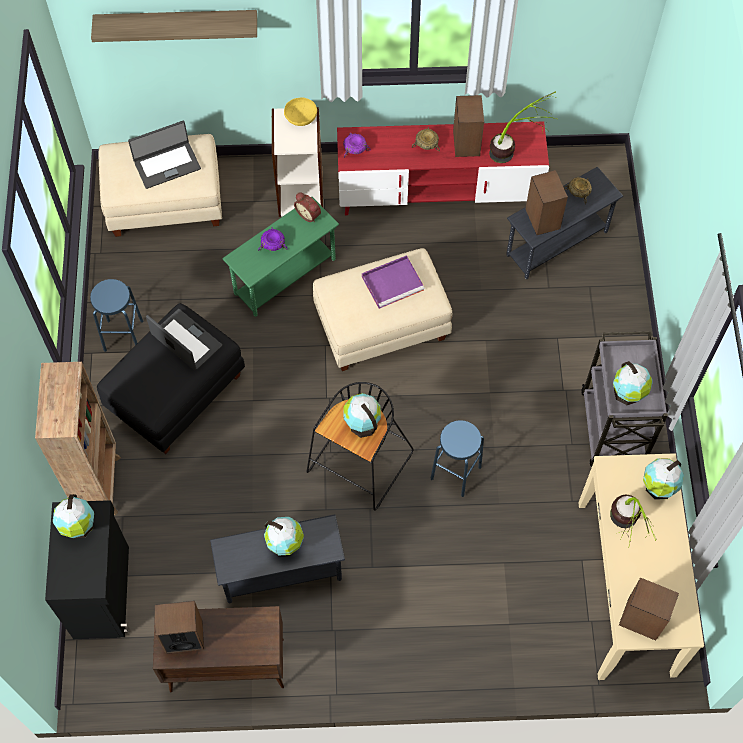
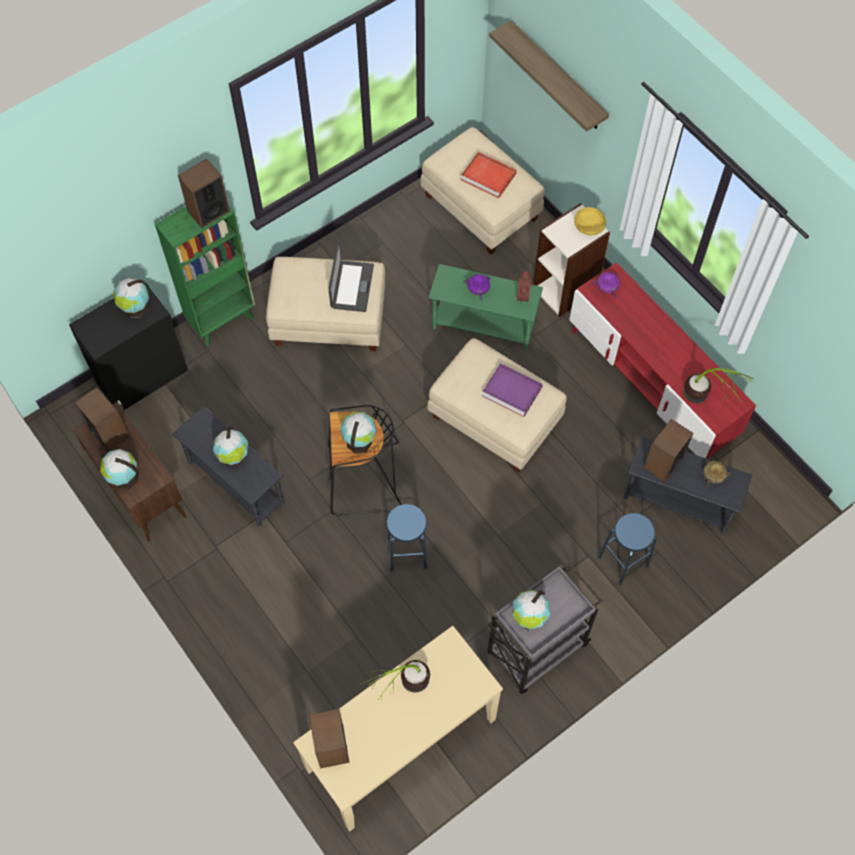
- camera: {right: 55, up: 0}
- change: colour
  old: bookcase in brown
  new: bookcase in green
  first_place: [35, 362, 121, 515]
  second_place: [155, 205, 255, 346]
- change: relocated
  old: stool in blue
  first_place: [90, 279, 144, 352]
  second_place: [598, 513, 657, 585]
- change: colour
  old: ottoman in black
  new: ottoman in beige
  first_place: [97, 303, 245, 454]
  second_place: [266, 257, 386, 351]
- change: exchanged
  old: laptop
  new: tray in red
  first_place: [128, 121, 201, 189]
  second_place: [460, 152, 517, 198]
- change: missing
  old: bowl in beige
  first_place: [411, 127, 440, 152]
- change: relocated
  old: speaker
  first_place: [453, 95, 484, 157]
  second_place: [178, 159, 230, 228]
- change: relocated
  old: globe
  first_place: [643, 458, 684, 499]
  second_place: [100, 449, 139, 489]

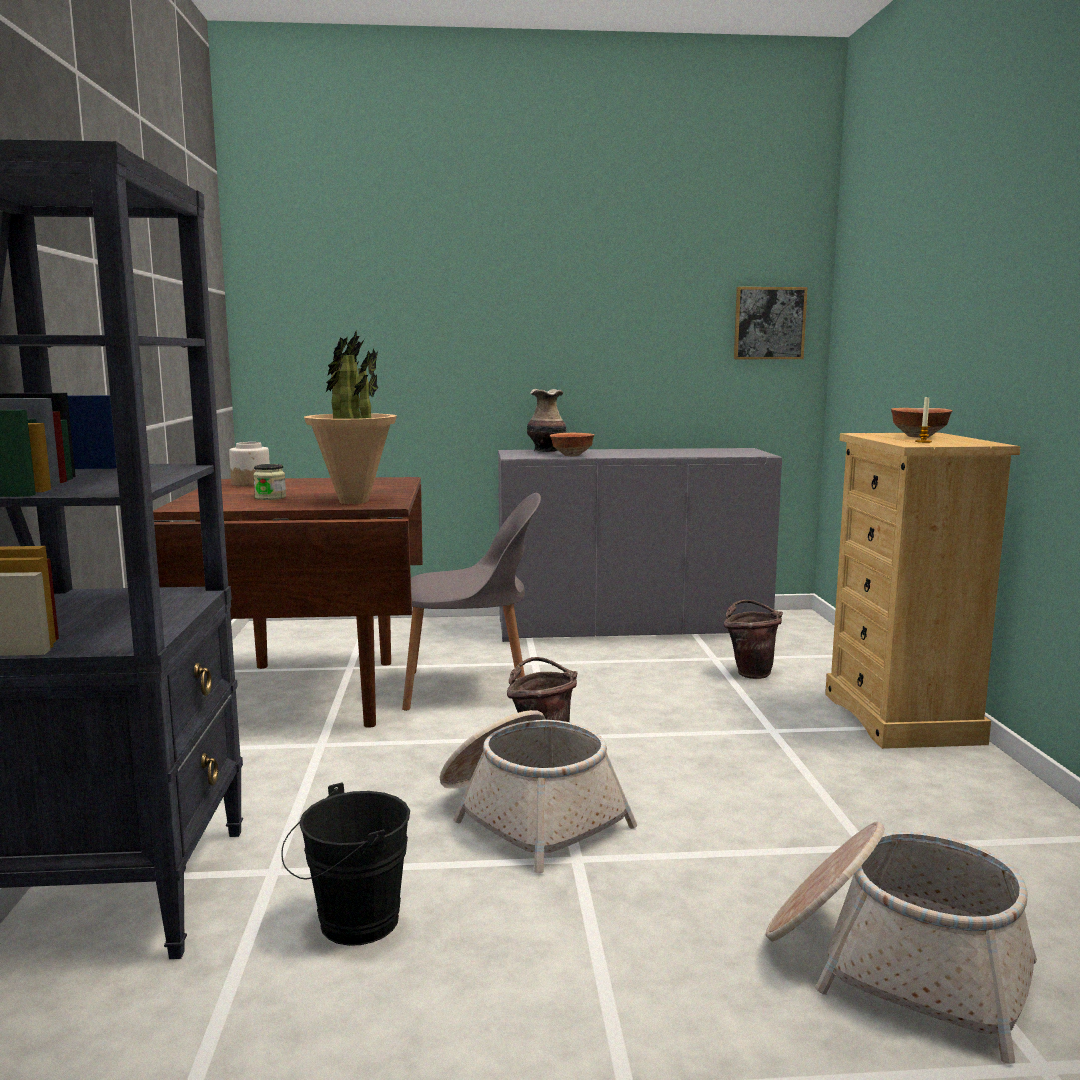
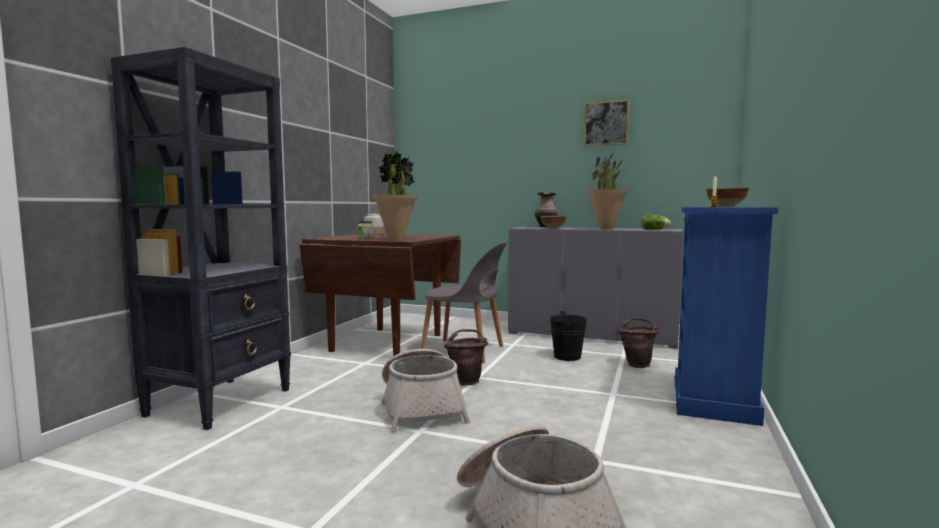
- camera: {right: 25, up: -5}
- change: relocated
  old: bucket in black
  first_place: [281, 782, 410, 946]
  second_place: [543, 311, 587, 361]
- change: relocated
  old: picture
  first_place: [734, 287, 808, 359]
  second_place: [584, 100, 629, 146]
- change: colour
  old: dresser in beige
  new: dresser in blue
  first_place: [825, 433, 1021, 749]
  second_place: [674, 207, 778, 426]
- change: appeared
  new: potted plant
  second_place: [586, 152, 629, 229]
- change: appeared
  new: lettuce
  second_place: [642, 215, 671, 230]

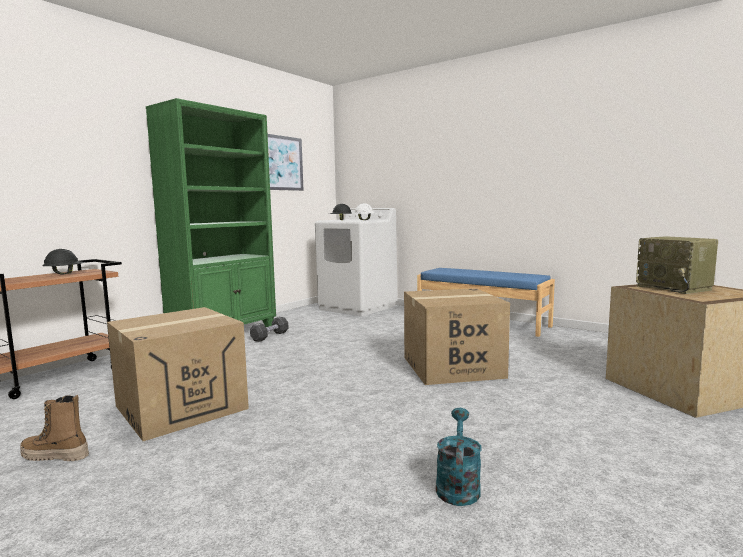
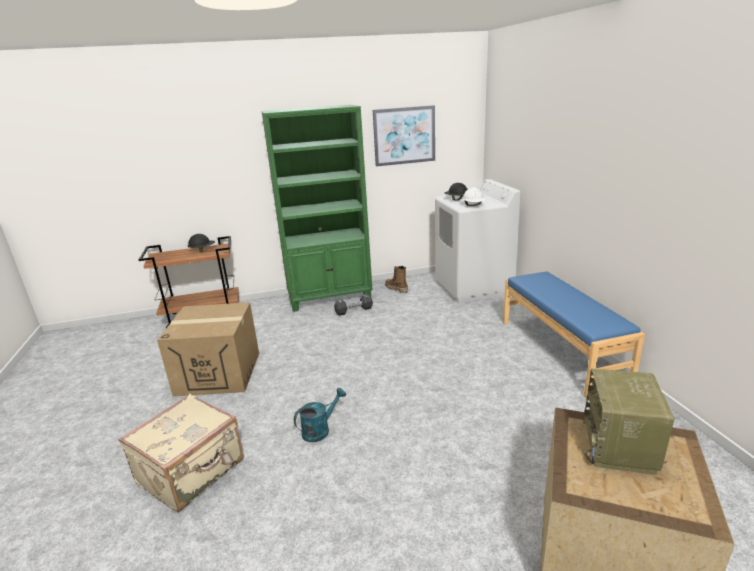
- camera: {right: 40, up: 15}
- change: relocated
  old: boot
  first_place: [20, 395, 89, 461]
  second_place: [385, 266, 408, 293]
- change: missing
  old: cardboard box
  first_place: [404, 288, 510, 385]
- change: relocated
  old: watering can in turquoise
  first_place: [436, 408, 482, 506]
  second_place: [294, 388, 346, 442]
- change: appeared
  new: suitcase in beige
  second_place: [118, 394, 244, 512]

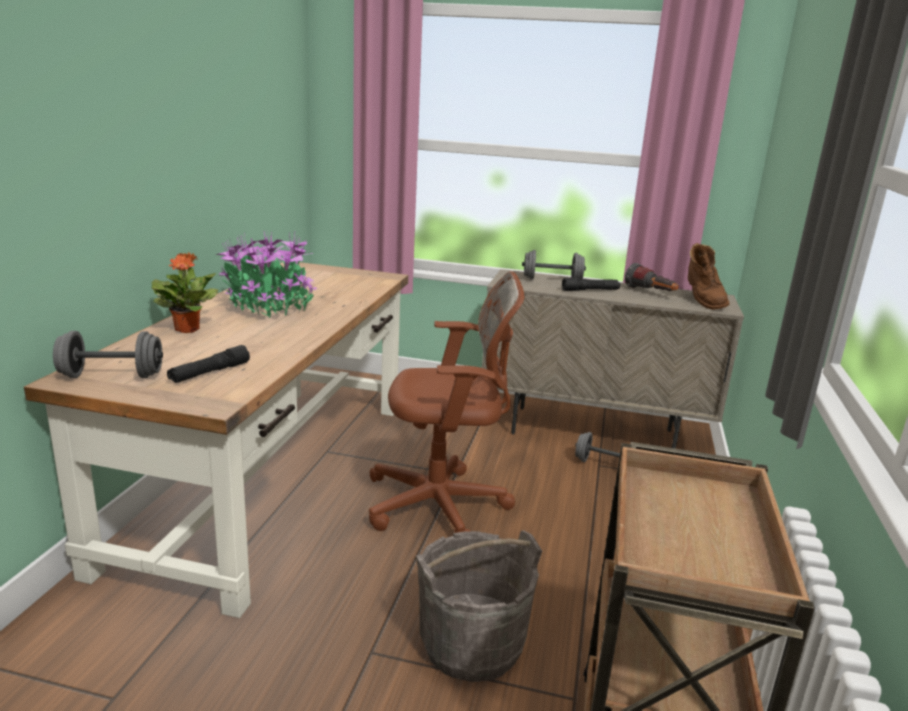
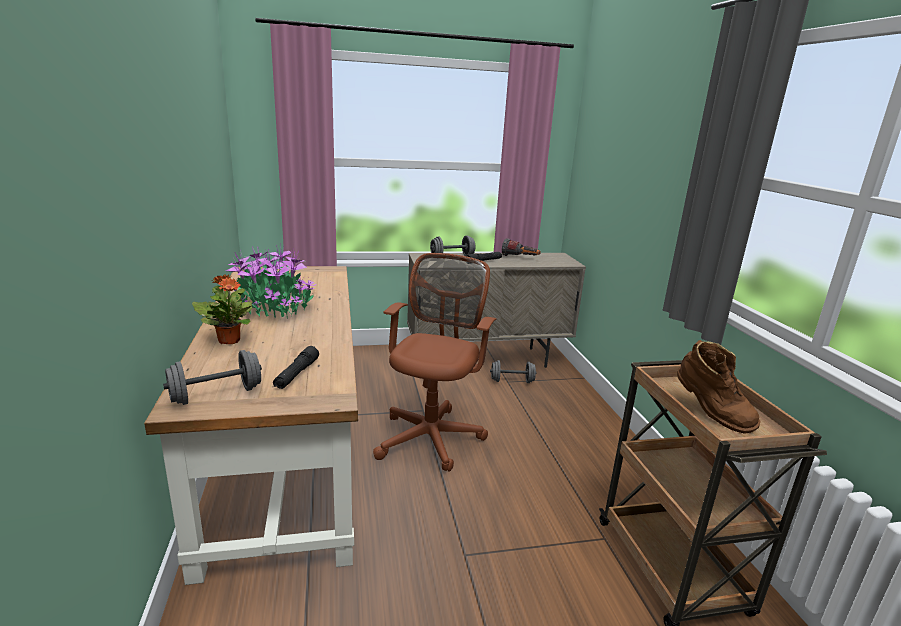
- camera: {right: -25, up: 0}
- change: spun
  old: office chair in brown
  first_place: [369, 271, 524, 533]
  second_place: [373, 253, 496, 472]
  degrees: -45
- change: missing
  old: bucket in grey
  first_place: [416, 531, 542, 682]
- change: relocated
  old: boot in brown
  first_place: [688, 243, 730, 310]
  second_place: [677, 340, 761, 434]

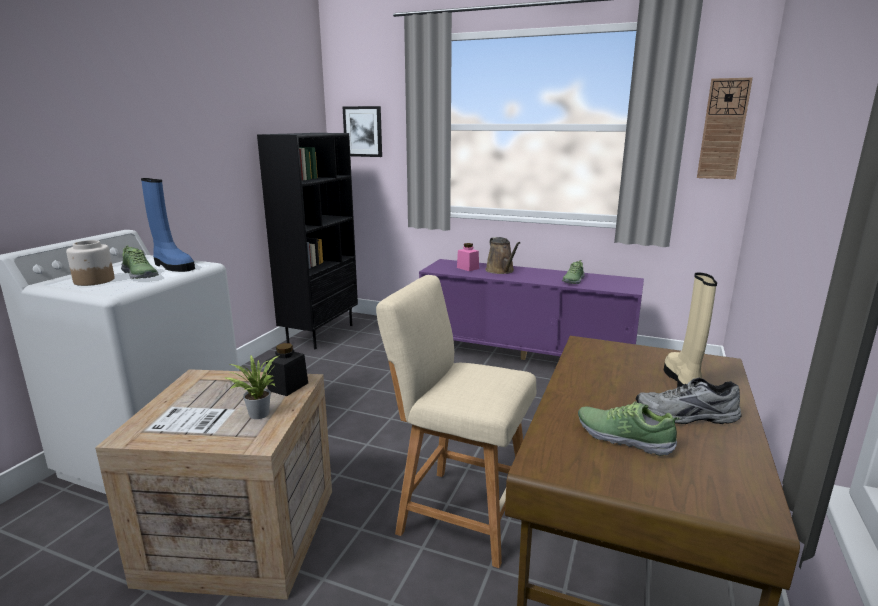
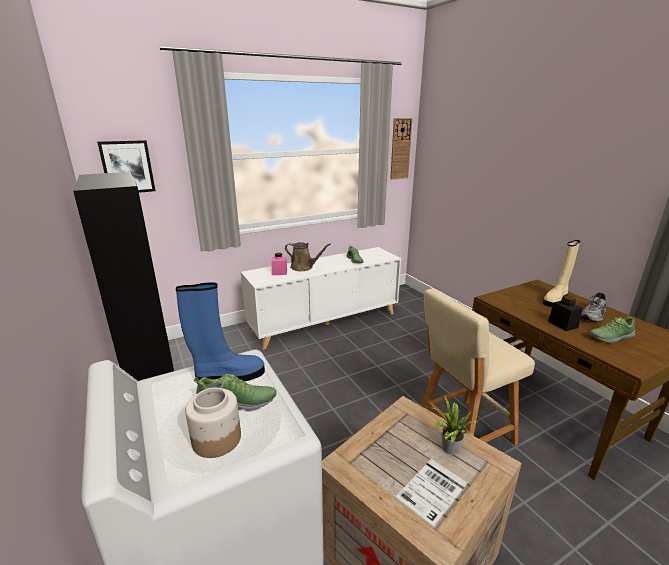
- camera: {right: -50, up: 5}
- change: relocated
  old: jar in black
  first_place: [266, 343, 308, 396]
  second_place: [548, 296, 583, 331]
- change: colour
  old: cabinet in purple
  new: cabinet in white
  first_place: [419, 259, 644, 360]
  second_place: [241, 247, 401, 350]
- change: spun
  old: boot in beige
  first_place: [664, 273, 717, 387]
  second_place: [543, 240, 580, 307]
  degrees: -90

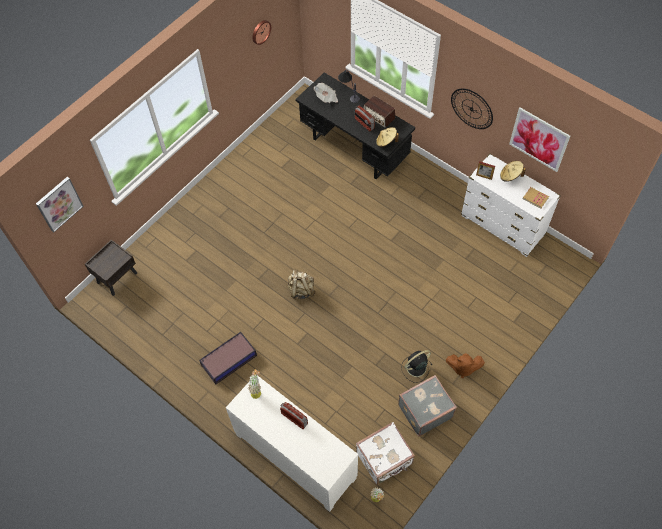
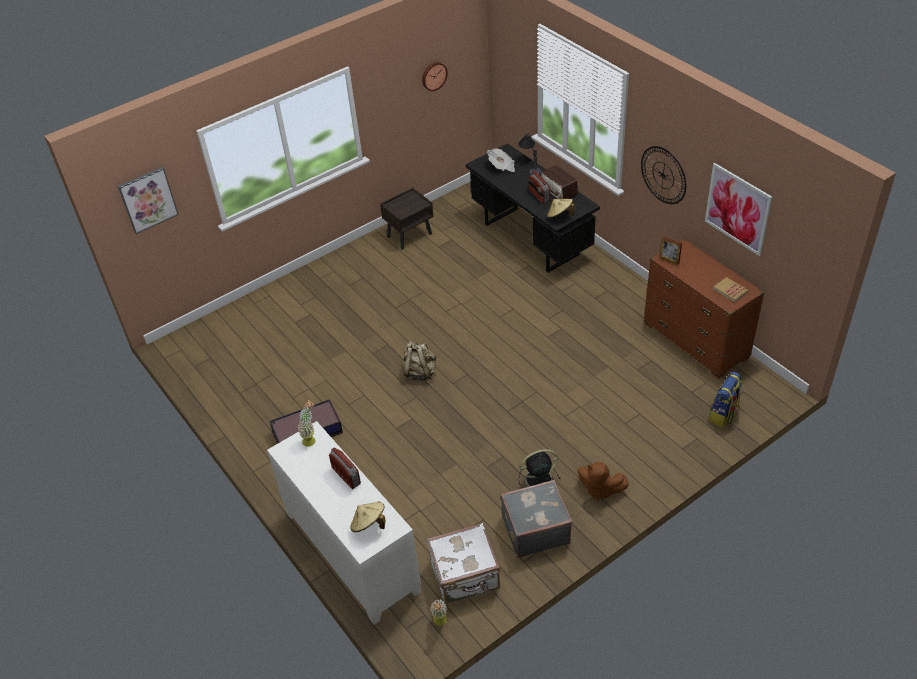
- camera: {right: 15, up: -15}
- change: relocated
  old: nightstand in brown
  first_place: [85, 239, 137, 296]
  second_place: [380, 188, 434, 250]
- change: colour
  old: dresser in white
  new: dresser in brown
  first_place: [461, 154, 561, 257]
  second_place: [644, 238, 765, 379]
- change: relocated
  old: hat in beige
  first_place: [500, 161, 526, 182]
  second_place: [350, 502, 385, 532]
- change: appeared
  new: backpack
  second_place: [709, 372, 742, 428]

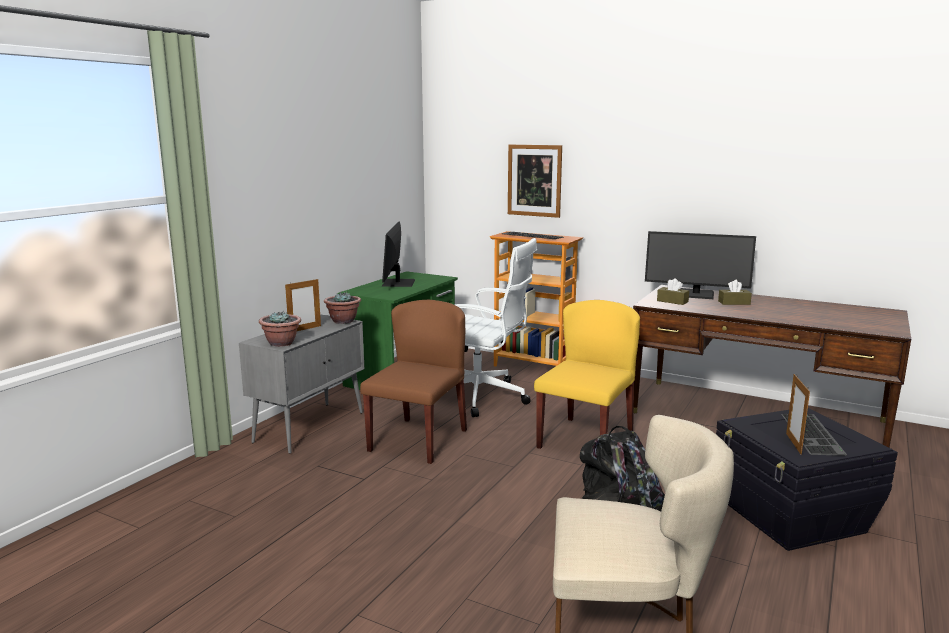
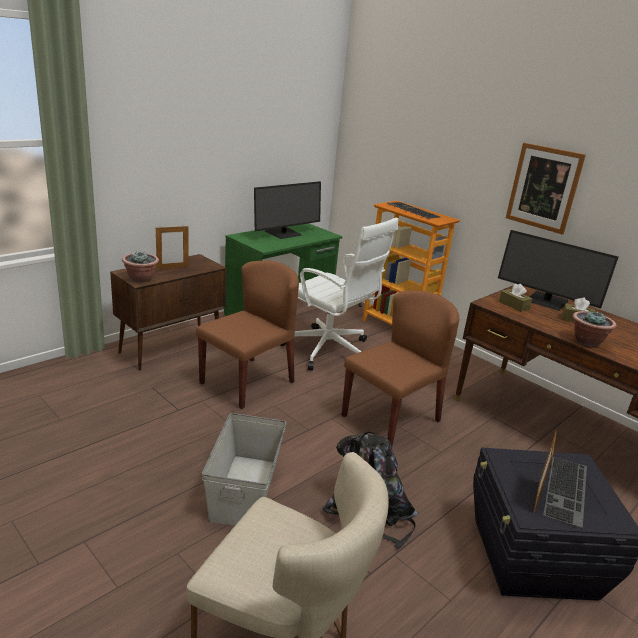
- camera: {right: 15, up: 10}
- change: colour
  old: cabinet in grey
  new: cabinet in brown
  first_place: [239, 315, 364, 454]
  second_place: [110, 254, 227, 371]
- change: relocated
  old: potted plant
  first_place: [324, 292, 361, 324]
  second_place: [573, 310, 616, 346]
- change: spun
  old: monitor
  first_place: [381, 221, 415, 287]
  second_place: [254, 181, 321, 239]
  degrees: -150
- change: relocated
  old: picture
  first_place: [508, 145, 562, 218]
  second_place: [506, 143, 586, 235]
- change: colour
  old: chair in yellow
  new: chair in brown
  first_place: [534, 300, 640, 449]
  second_place: [342, 290, 459, 446]
- change: appeared
  new: storage box in grey
  second_place: [202, 413, 287, 526]

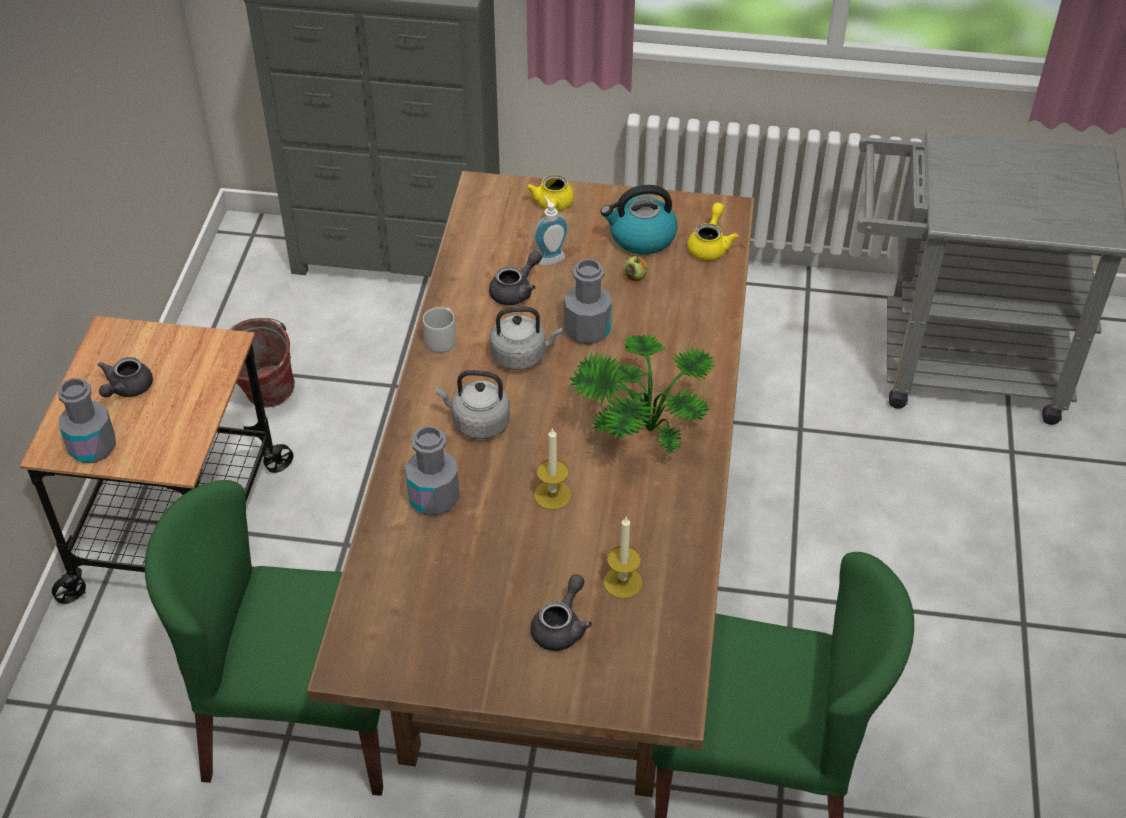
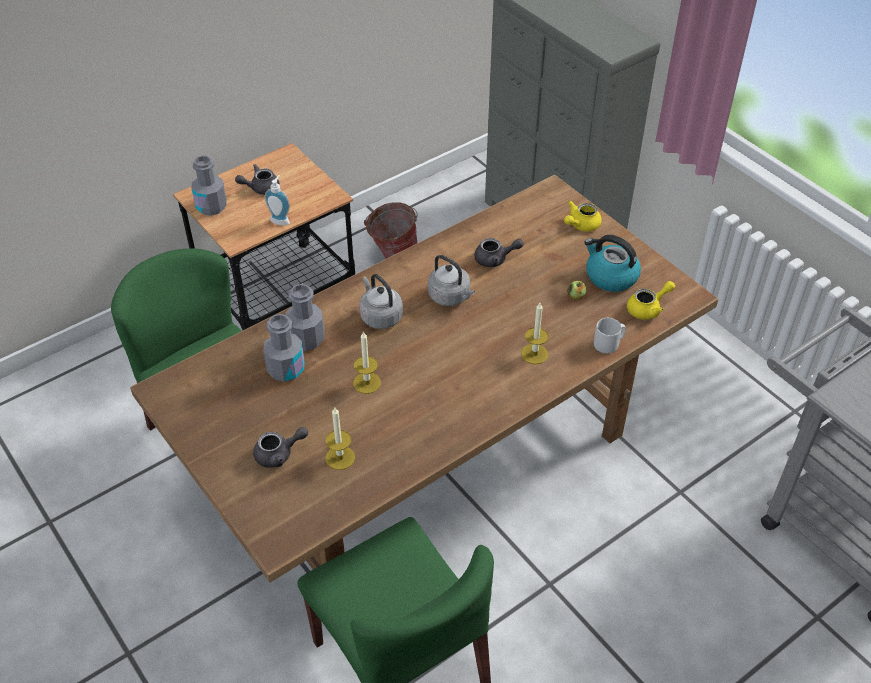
- camera: {right: 45, up: 0}
- change: relocated
  old: mug in grey
  first_place: [423, 307, 456, 353]
  second_place: [594, 318, 626, 354]
- change: relocated
  old: soap dispenser
  first_place: [534, 196, 569, 266]
  second_place: [265, 175, 290, 225]
- change: relocated
  old: bottle in grey
  first_place: [564, 259, 612, 345]
  second_place: [263, 314, 305, 382]
- change: missing
  old: potted plant
  first_place: [568, 334, 716, 454]
- change: appeared
  new: candle
  second_place: [521, 303, 549, 364]

